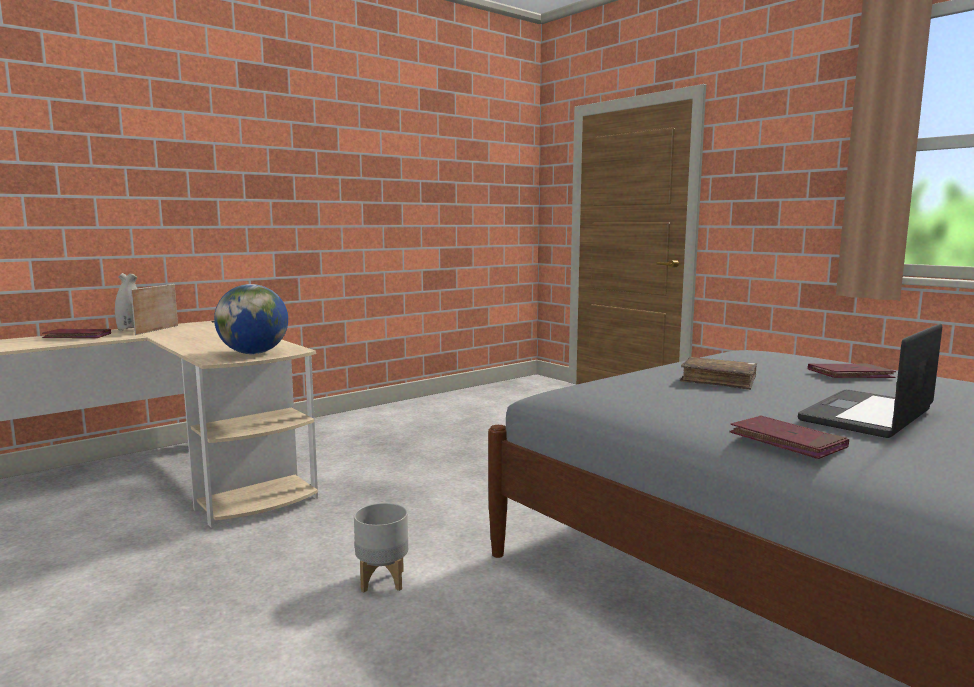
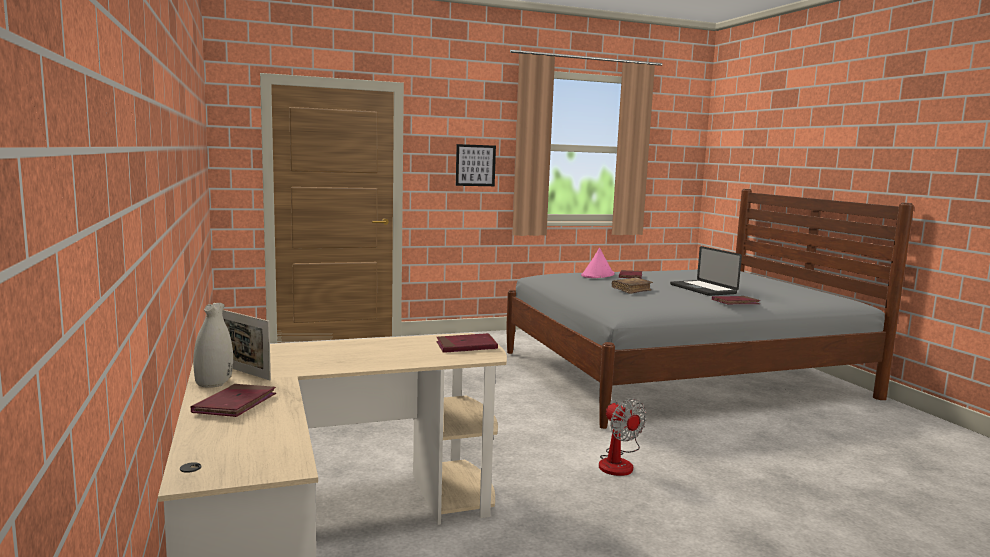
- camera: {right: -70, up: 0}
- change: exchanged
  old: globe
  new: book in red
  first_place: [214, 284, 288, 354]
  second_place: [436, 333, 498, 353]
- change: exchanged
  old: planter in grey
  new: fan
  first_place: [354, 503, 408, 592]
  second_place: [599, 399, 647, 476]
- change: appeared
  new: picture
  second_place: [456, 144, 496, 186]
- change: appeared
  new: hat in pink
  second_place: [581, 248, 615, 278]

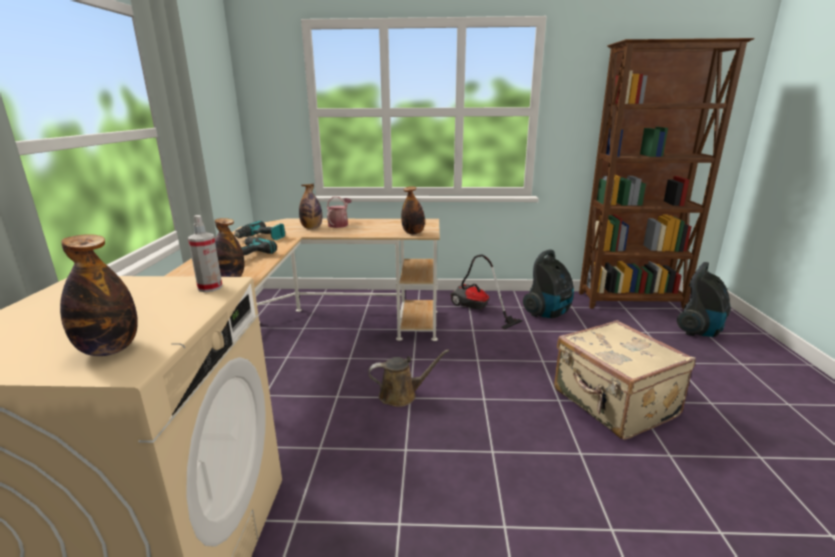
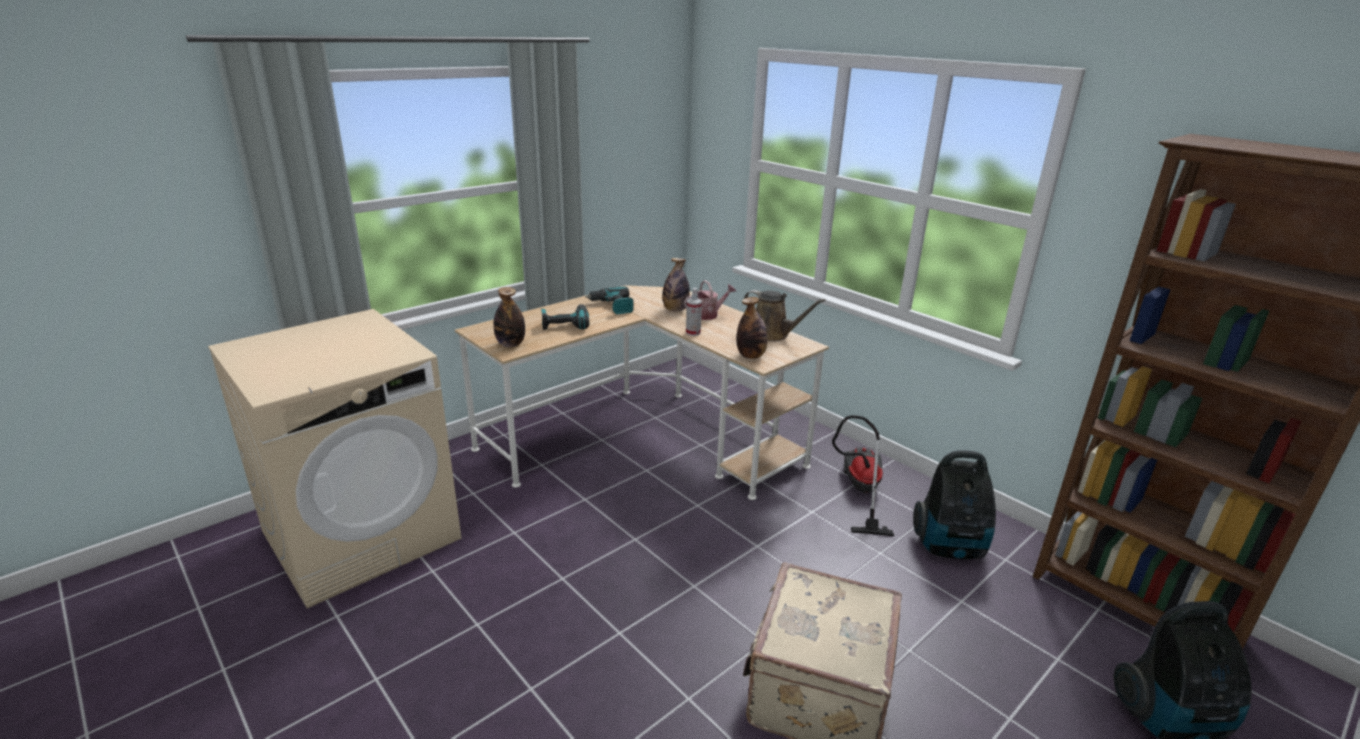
- camera: {right: 45, up: 5}
- change: missing
  old: bottle
  first_place: [60, 234, 138, 356]
- change: relocated
  old: spray bottle
  first_place: [188, 215, 223, 292]
  second_place: [686, 288, 702, 336]
- change: relocated
  old: watering can in brown
  first_place: [369, 349, 449, 407]
  second_place: [744, 290, 826, 342]

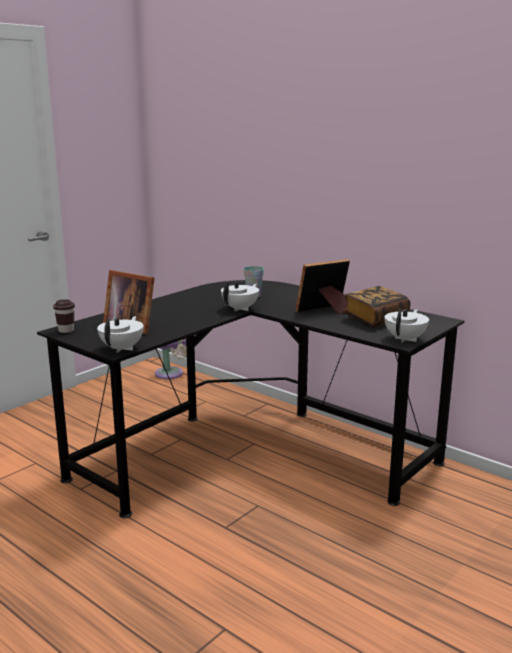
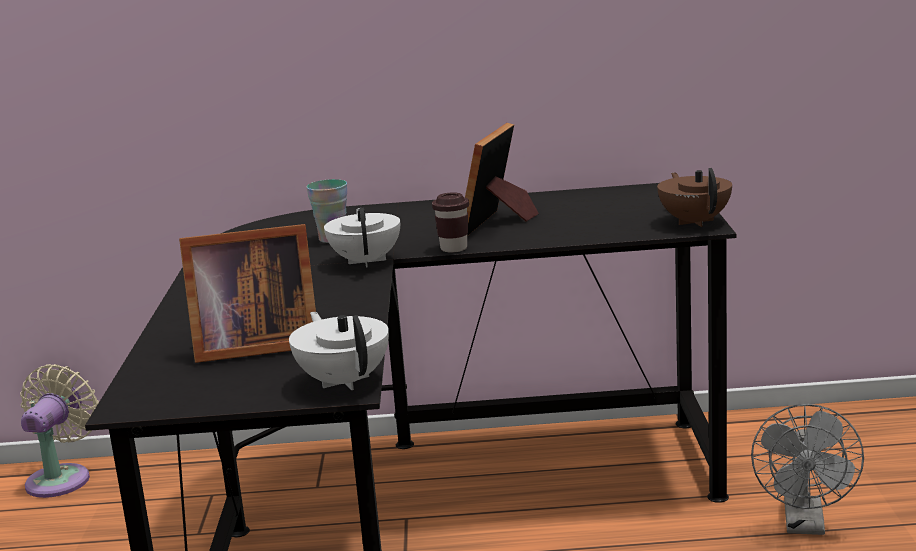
- camera: {right: -40, up: 0}
- change: relocated
  old: cup in brown
  first_place: [53, 299, 75, 333]
  second_place: [432, 192, 469, 252]
- change: missing
  old: book
  first_place: [343, 286, 411, 328]
- change: colour
  old: teapot in white
  new: teapot in brown
  first_place: [385, 309, 429, 343]
  second_place: [657, 168, 732, 227]
- change: appeared
  new: fan in grey
  second_place: [751, 404, 864, 535]

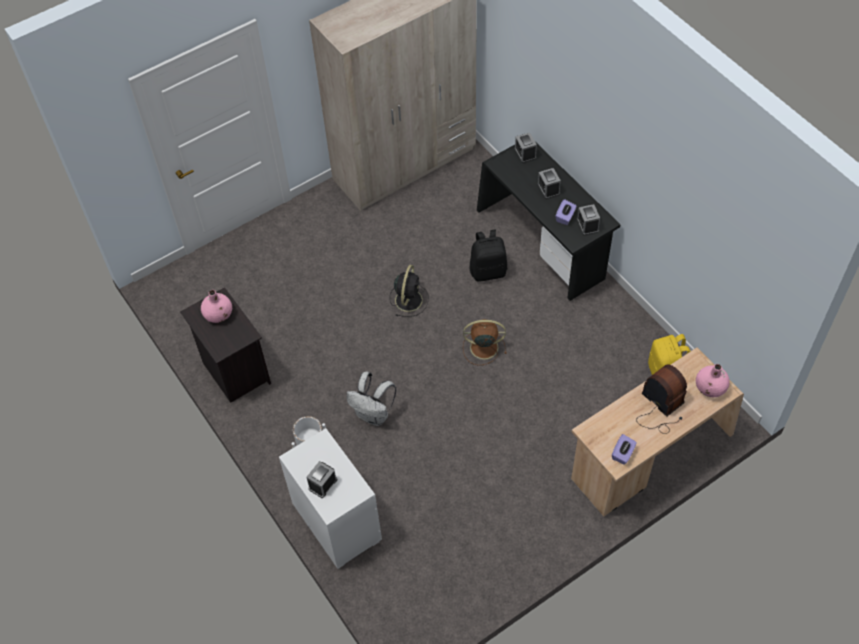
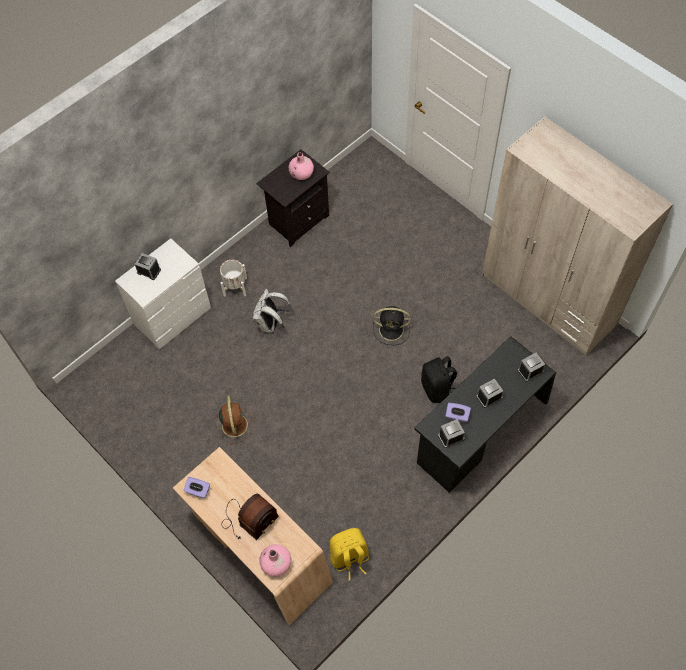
- camera: {right: 80, up: 5}
- change: relocated
  old: fan in brown
  first_place: [463, 319, 506, 365]
  second_place: [215, 396, 253, 445]

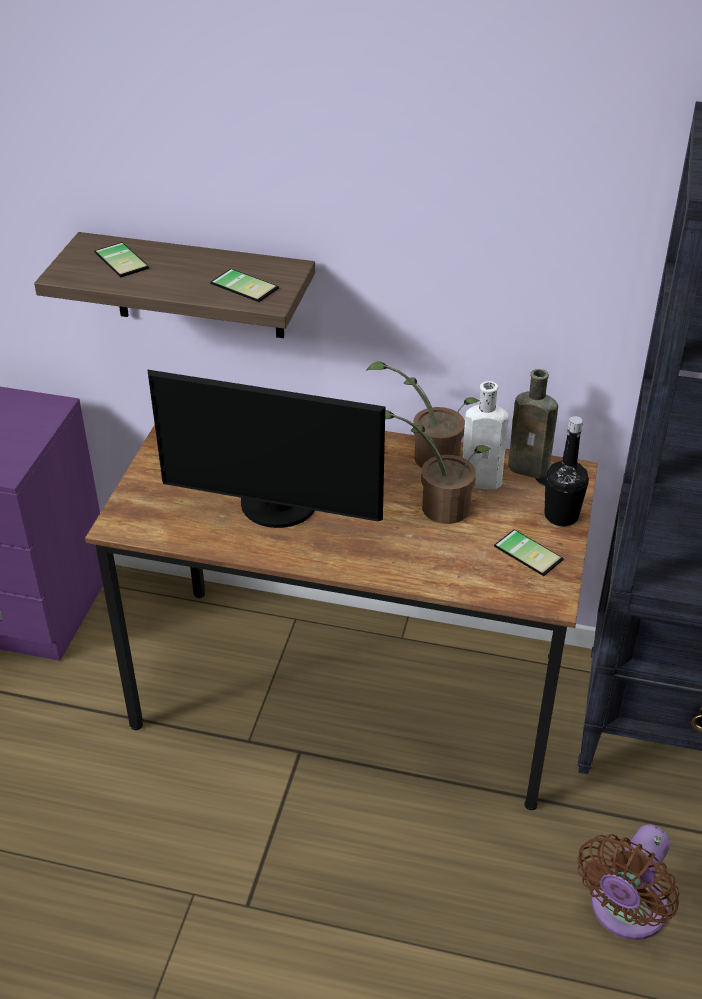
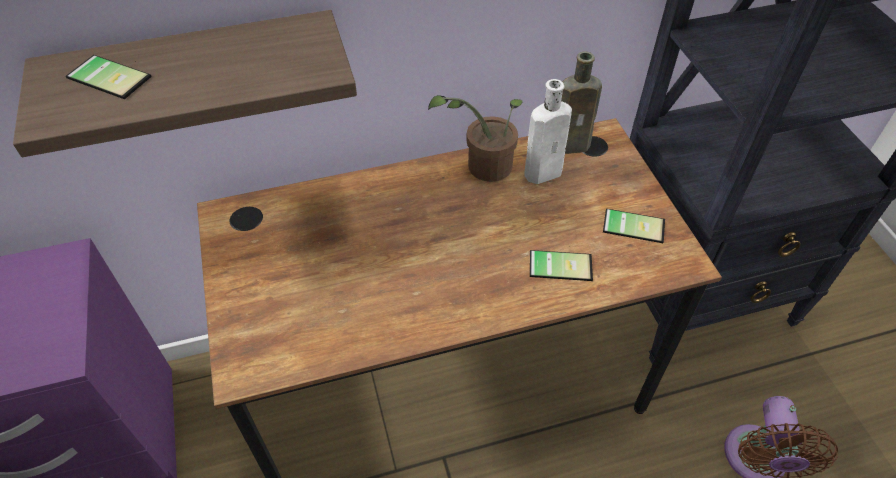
- camera: {right: -30, up: 10}
- change: missing
  old: monitor
  first_place: [147, 369, 385, 528]
- change: relocated
  old: phone
  first_place: [210, 269, 279, 302]
  second_place: [530, 246, 593, 281]
- change: missing
  old: potted plant
  first_place: [385, 410, 491, 524]
- change: missing
  old: bottle in black
  first_place: [545, 416, 589, 526]

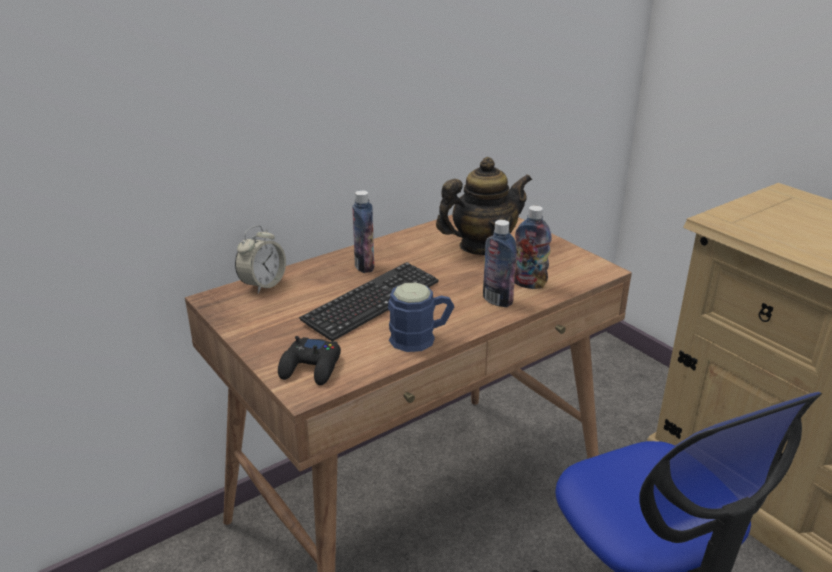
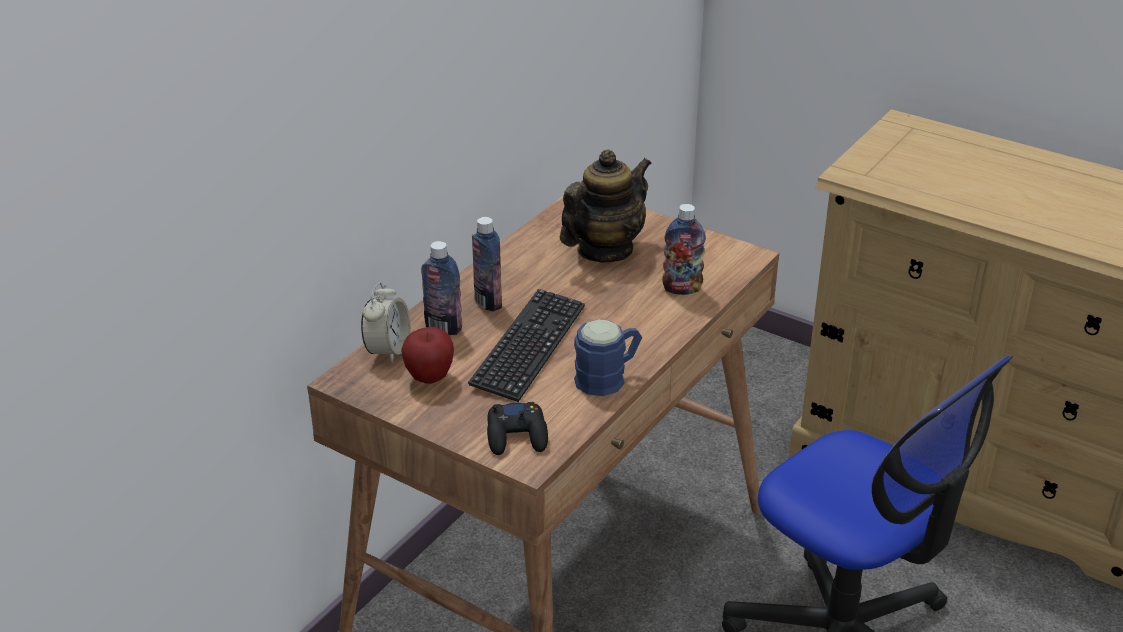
- camera: {right: -20, up: 5}
- change: relocated
  old: bottle
  first_place: [483, 220, 517, 307]
  second_place: [421, 241, 462, 335]
- change: appeared
  new: apple
  second_place: [401, 327, 454, 384]

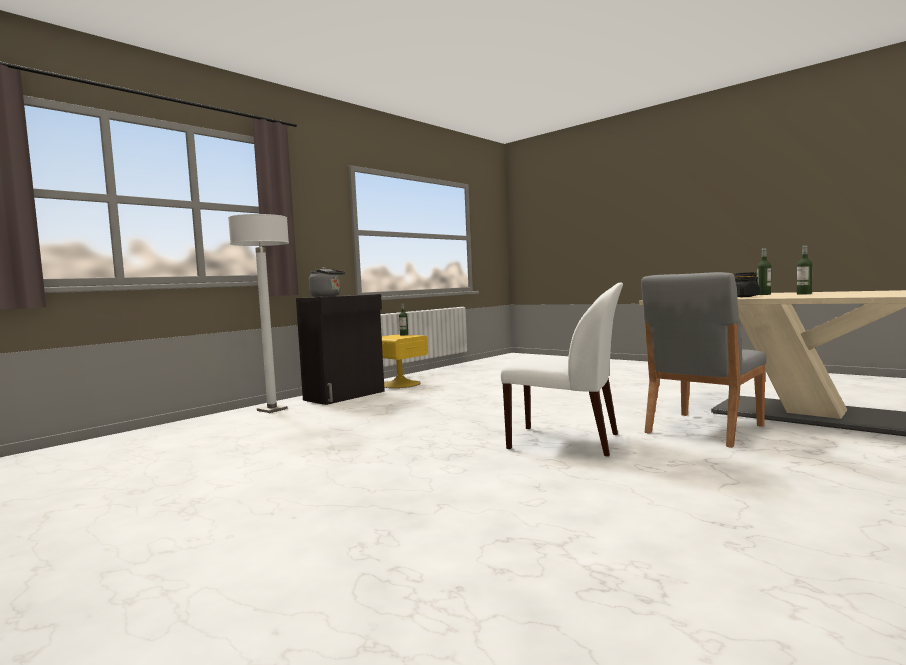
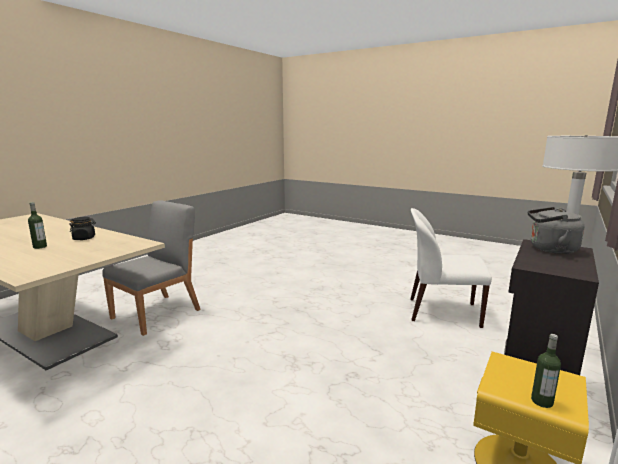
- camera: {right: 170, up: 10}
- change: relocated
  old: chair in white
  first_place: [501, 282, 623, 457]
  second_place: [410, 208, 492, 328]
- change: missing
  old: bottle
  first_place: [797, 245, 812, 295]

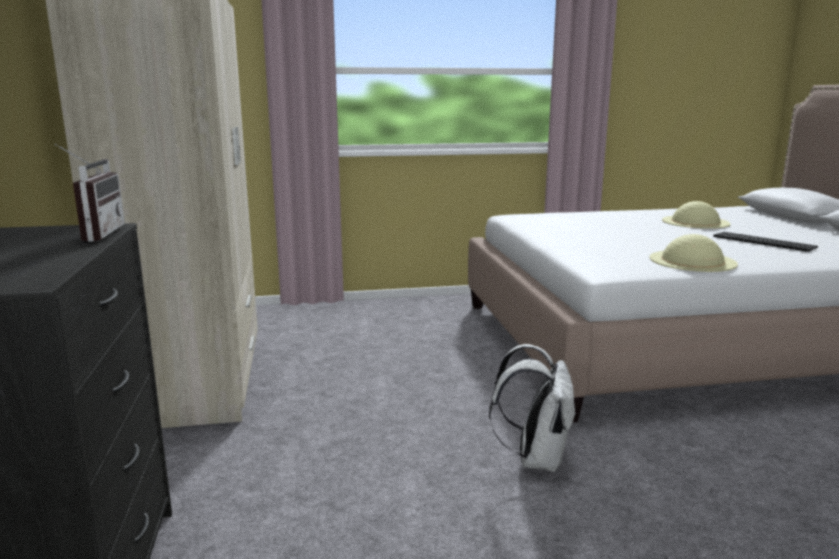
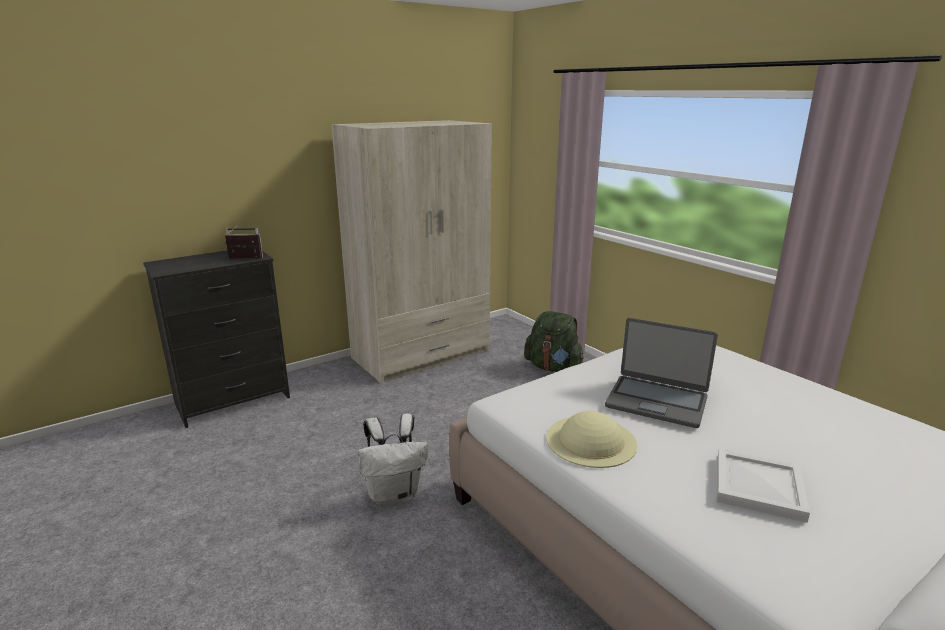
- camera: {right: 65, up: 5}
- change: spun
  old: radio
  first_place: [55, 144, 125, 242]
  second_place: [225, 223, 263, 259]
  degrees: -150
- change: missing
  old: hat in beige
  first_place: [662, 201, 731, 229]
- change: exchanged
  old: keyboard
  new: tray in white
  first_place: [713, 232, 818, 252]
  second_place: [717, 449, 810, 523]
- change: appeared
  new: backpack in green
  second_place: [524, 311, 584, 372]
- change: appeared
  new: laptop
  second_place: [605, 318, 718, 428]

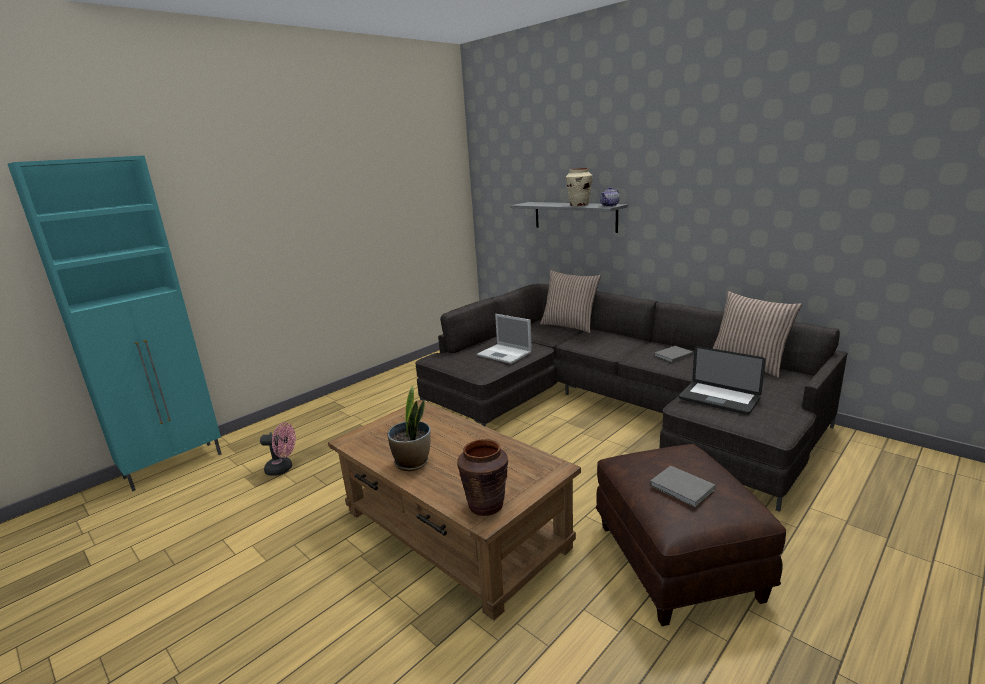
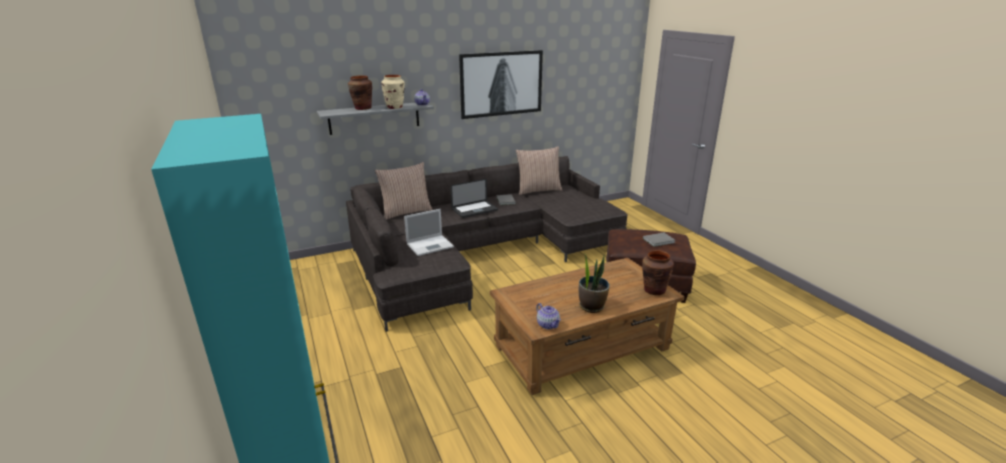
- camera: {right: -70, up: 5}
- change: missing
  old: fan in pink
  first_place: [260, 423, 296, 476]
- change: relocated
  old: laptop
  first_place: [679, 346, 766, 415]
  second_place: [451, 179, 498, 218]
- change: appeared
  new: vase in brown
  second_place: [348, 76, 372, 110]
- change: appeared
  new: picture
  second_place: [459, 50, 543, 119]
- change: appeared
  new: teapot
  second_place: [536, 303, 561, 329]

